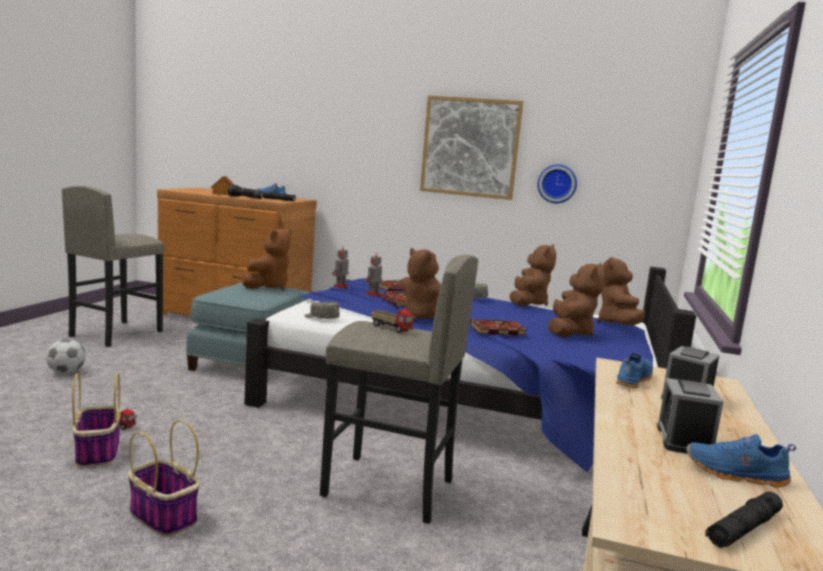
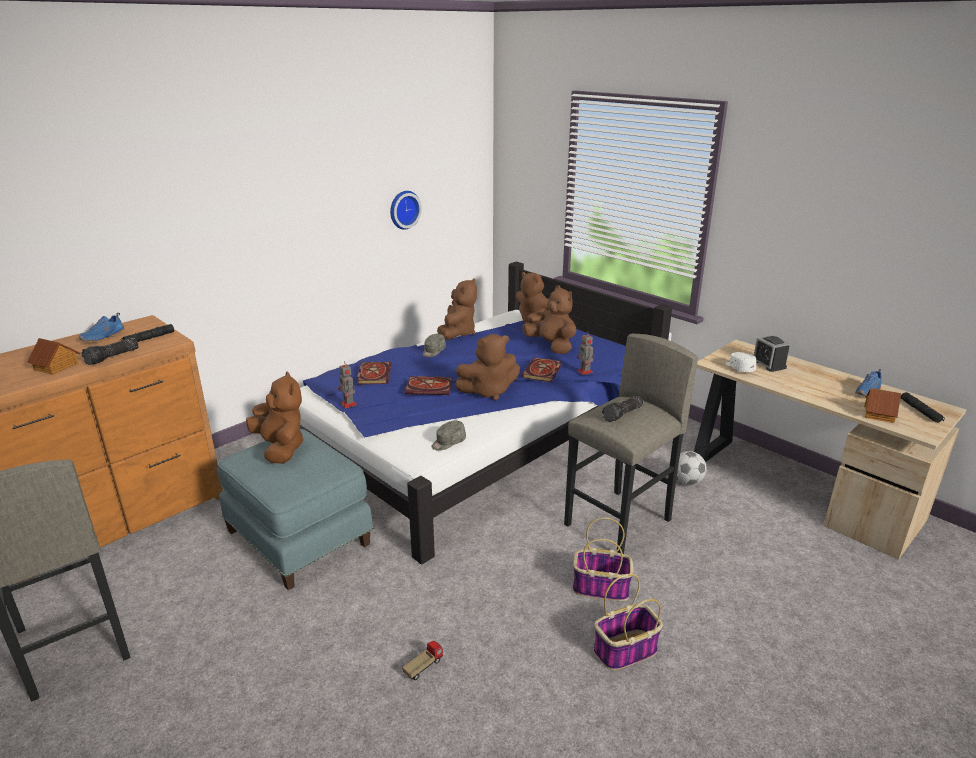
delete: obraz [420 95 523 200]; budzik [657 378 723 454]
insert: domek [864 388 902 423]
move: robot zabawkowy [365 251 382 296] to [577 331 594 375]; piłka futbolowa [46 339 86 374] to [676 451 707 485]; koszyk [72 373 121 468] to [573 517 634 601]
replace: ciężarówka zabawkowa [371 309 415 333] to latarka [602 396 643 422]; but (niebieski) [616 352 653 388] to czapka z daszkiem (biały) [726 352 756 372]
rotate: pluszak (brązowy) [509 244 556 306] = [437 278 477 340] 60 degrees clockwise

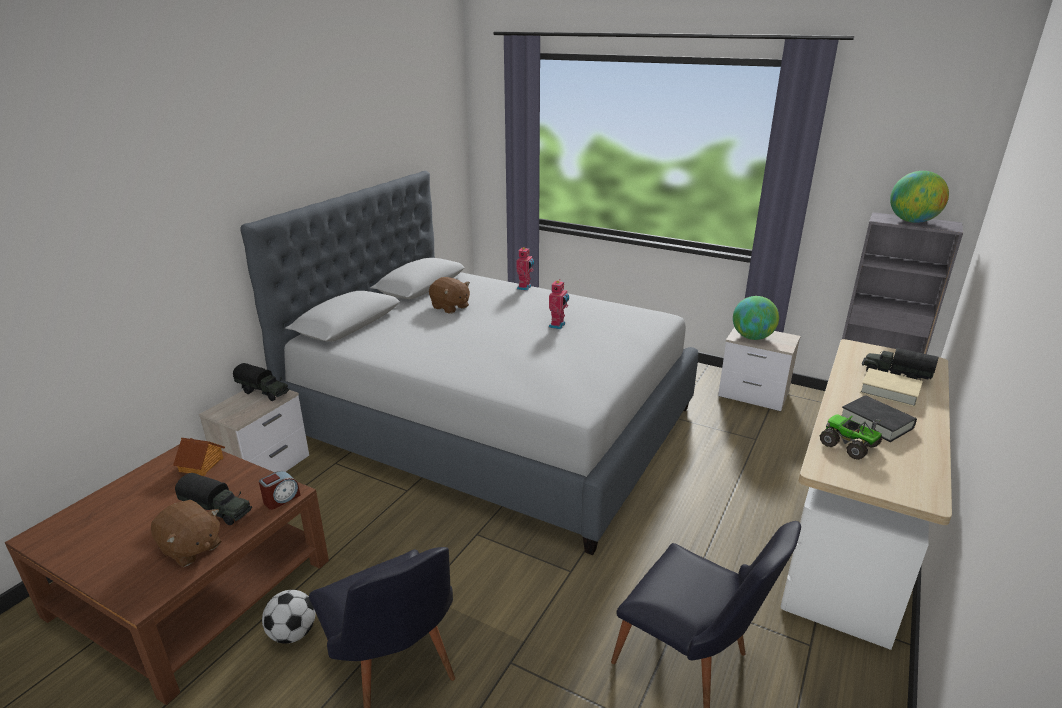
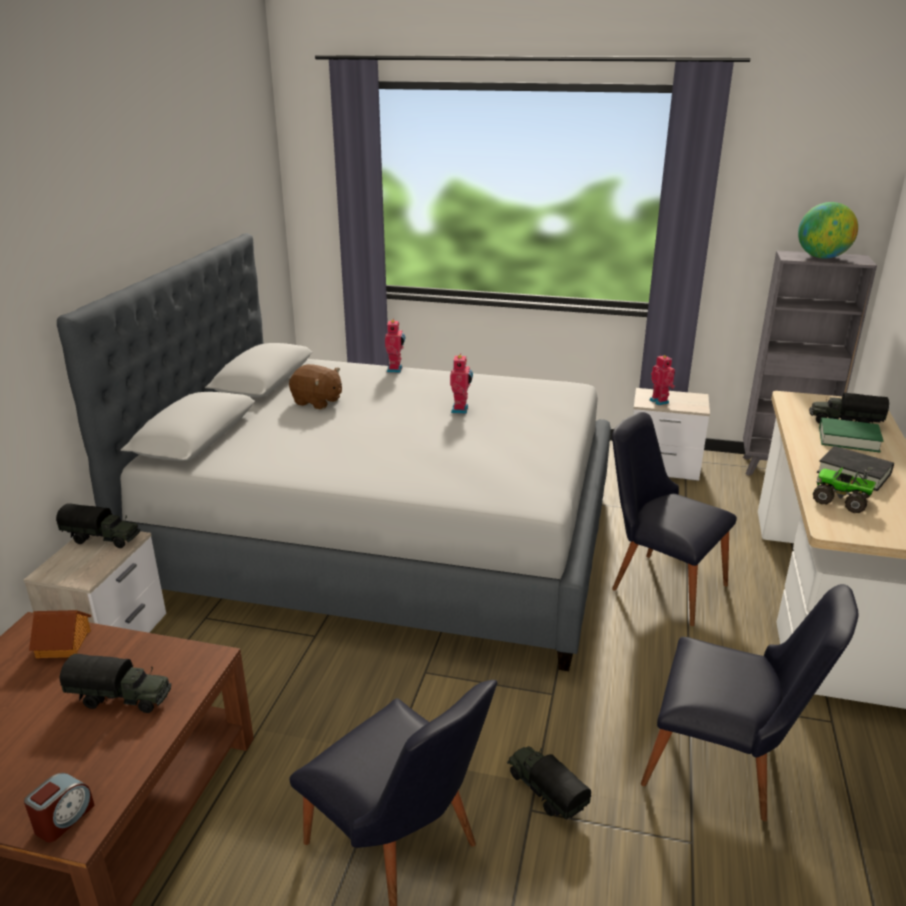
delete: pluszak (brązowy) [151 500 221 567]; piłka futbolowa [262 590 315 644]
insert: krzesło (czarny) [612 412 737 626]; ciężarówka zabawkowa [507 746 591 819]
move: budzik [259 471 300 510] to [24 773 95 842]
replace: globus [733 296 779 340] to robot zabawkowy [649 354 675 406]
recolor: książka (beżowy) [860 368 923 407] to książka (zielony) [819 417 883 453]

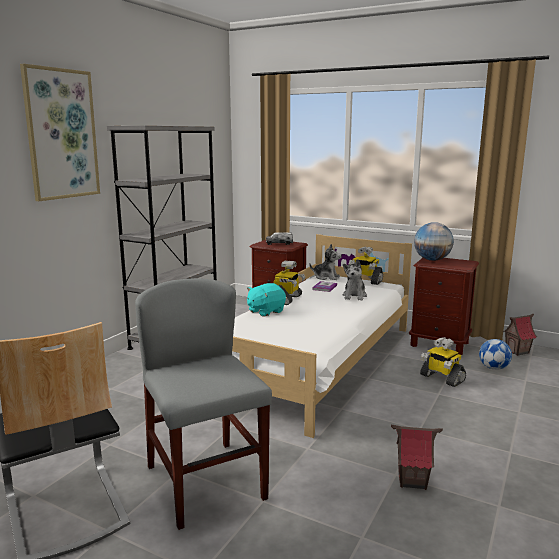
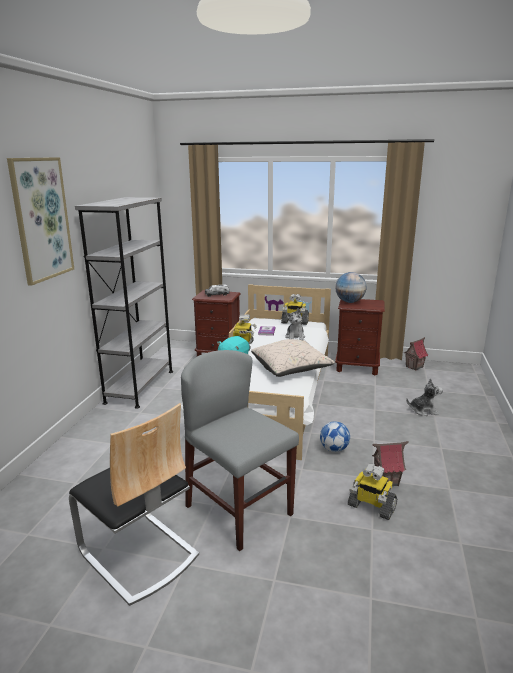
insert: poduszka (beżowy) [251 339 335 377]
move: pluszak [309 244 342 280] to [406 378 443 416]; robot zabawkowy [420 337 466 387] to [348 464 397 520]; piłka futbolowa [479 339 512 370] to [320 421 350 452]

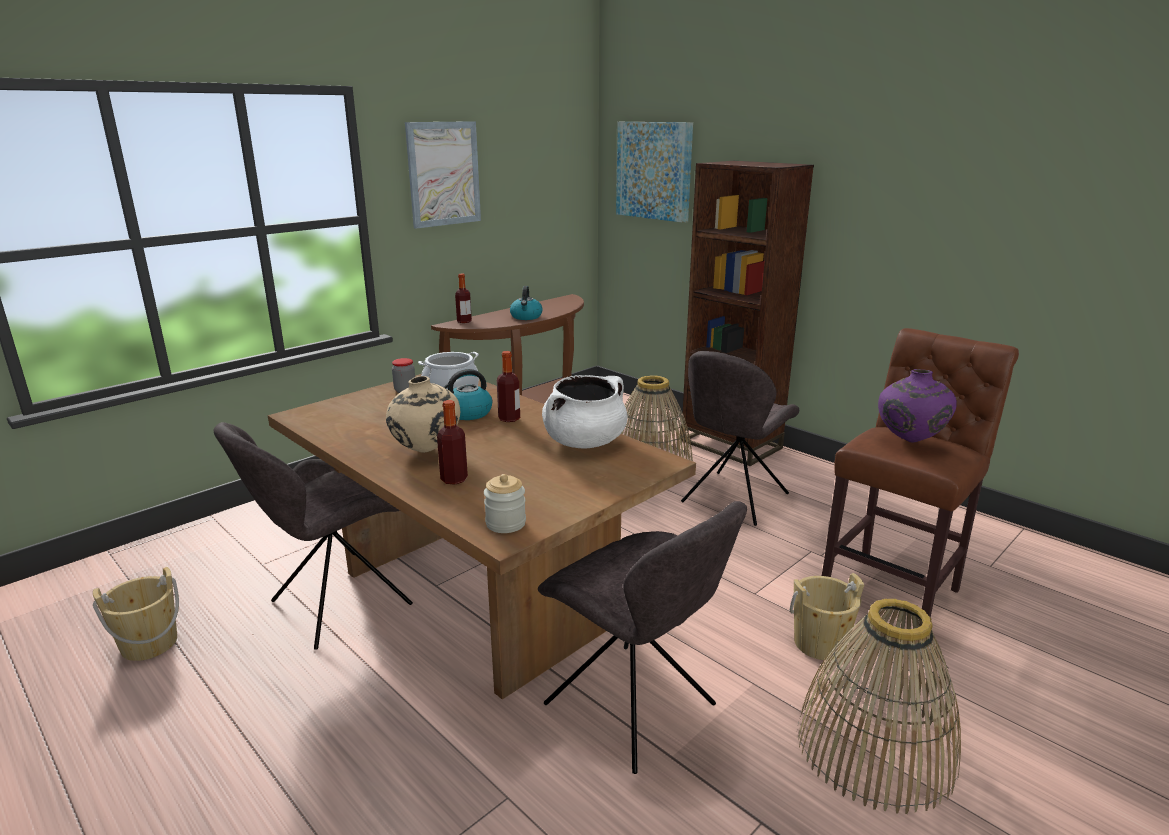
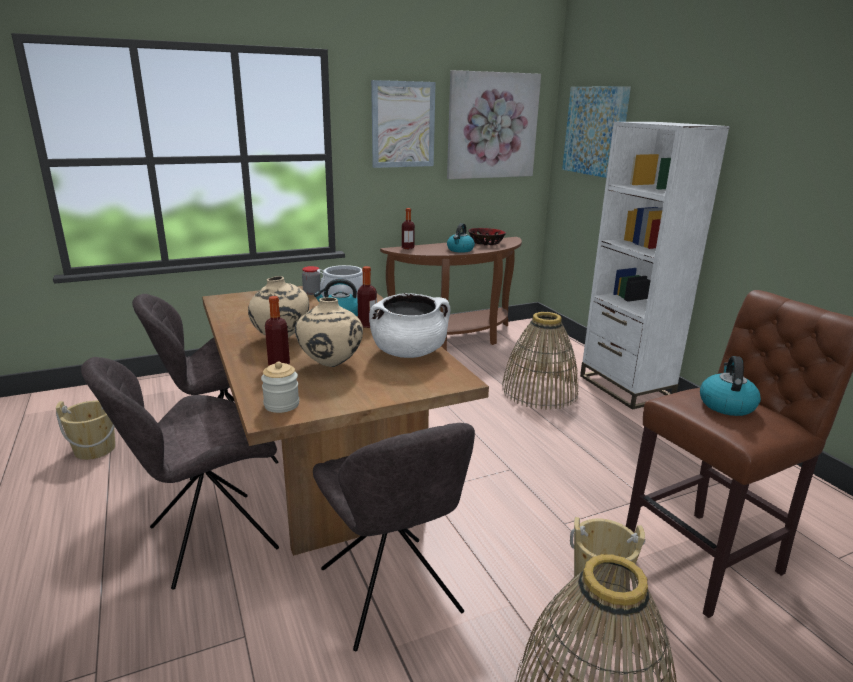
insert: obraz [447 70 541 179]; miska [468 228 506 245]; wazon (beżowy) [295 297 363 367]
move: krzesło (szary) [681 351 799 526] to [81 357 279 589]
replace: wazon (fioletowy) [878 369 957 443] to czajnik [700 356 761 416]
recolor: regał (brązowy) [681 161 814 466] to regał (biały) [580 122 730 410]

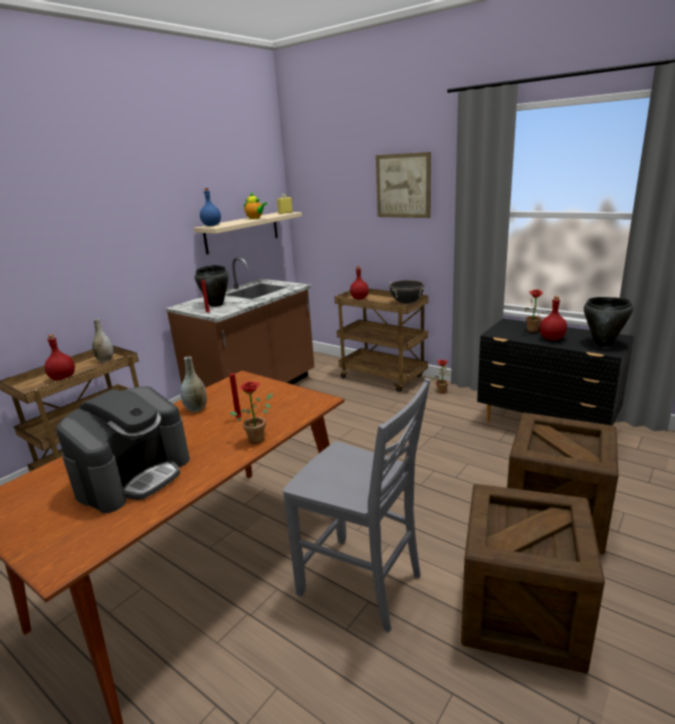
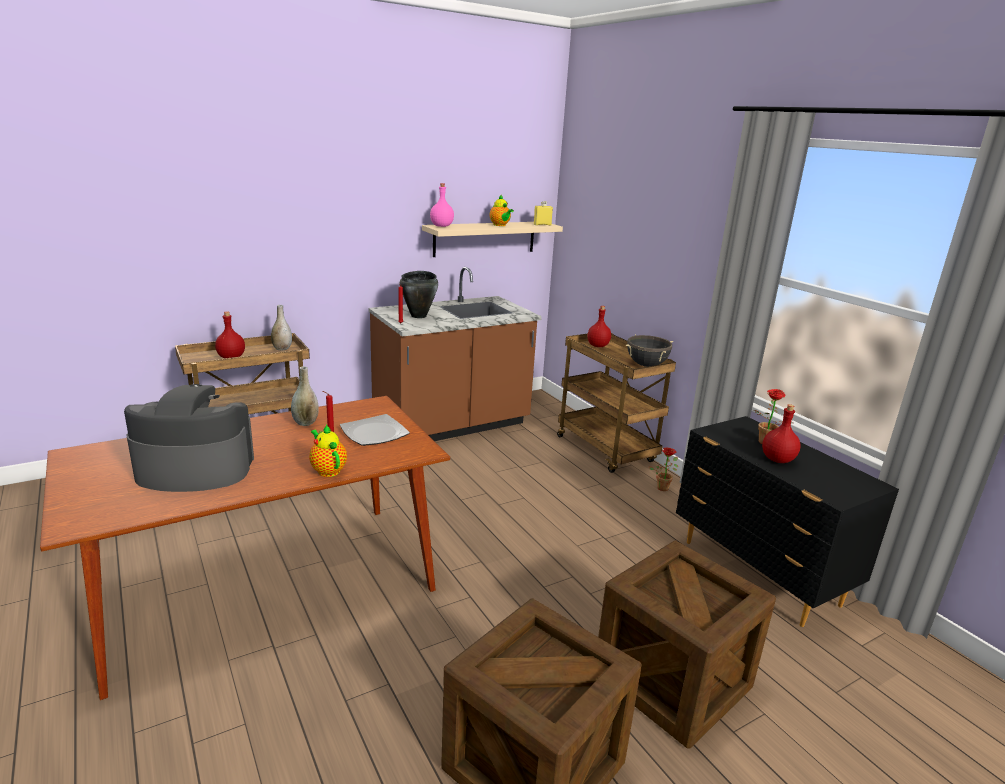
delete: obraz [376 152 431 218]; garnek (czarny) [584 297 633 347]; krzesło (szary) [283 378 431 632]
insert: talerz [340 414 410 446]
replace: roślina doniczkowa [229 381 273 444] to imbryk [309 424 347 477]
recolor: butelka (niebieski) [200 188 221 226] to butelka (różowy) [430 183 454 227]
rotate: ekspres do kawy [56 386 190 513] = [124 384 254 492] 150 degrees counterclockwise

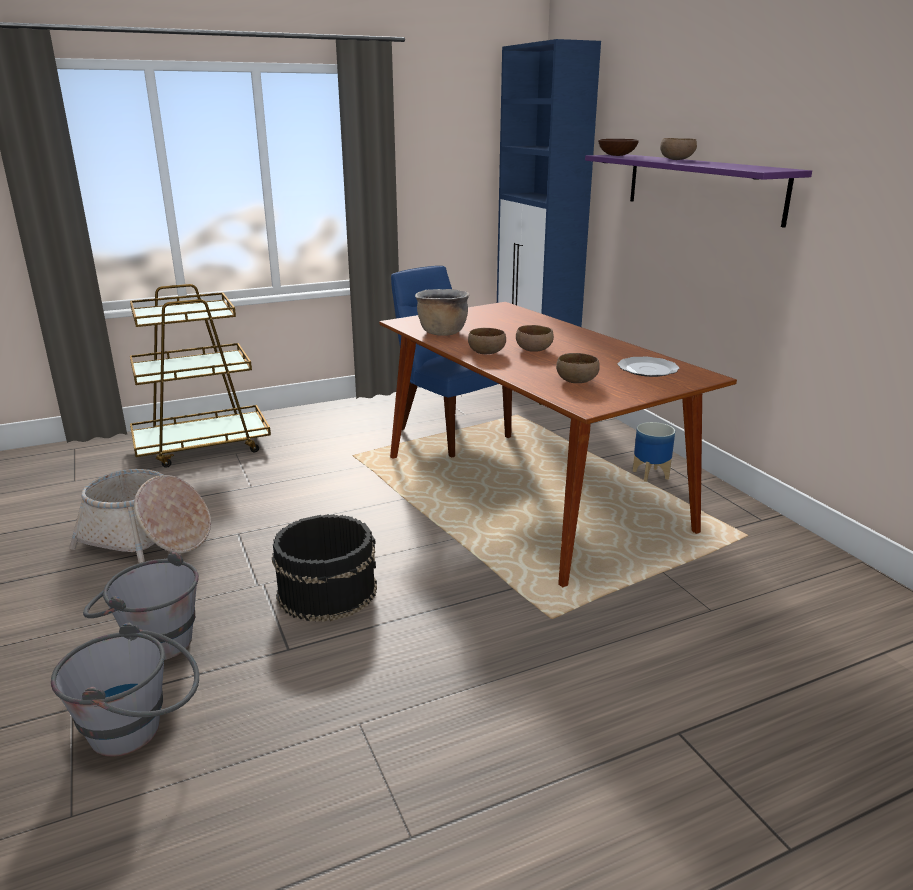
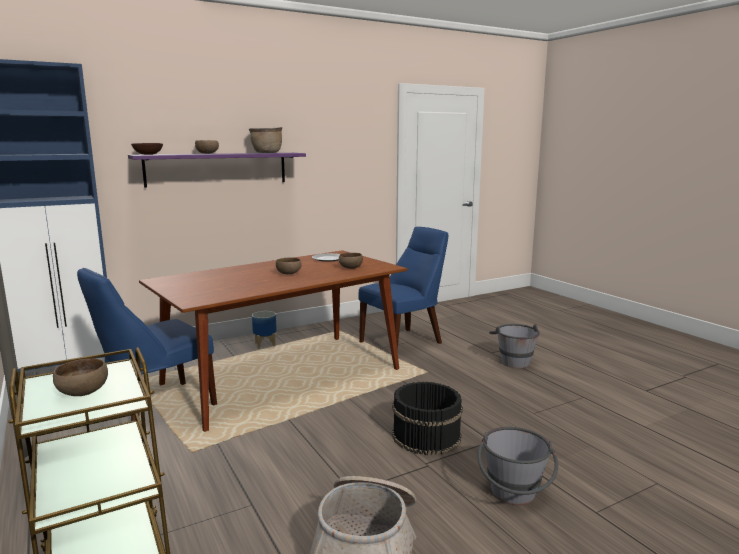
insert: krzesło (niebieski) [358 227 448 350]
move: garnek (brązowy) [415 289 469 336] to [248 127 283 153]; miska (brązowy) [468 328 506 354] to [53 358 108 396]; wiadro (szary) [51 623 199 756] to [489 324 540 368]

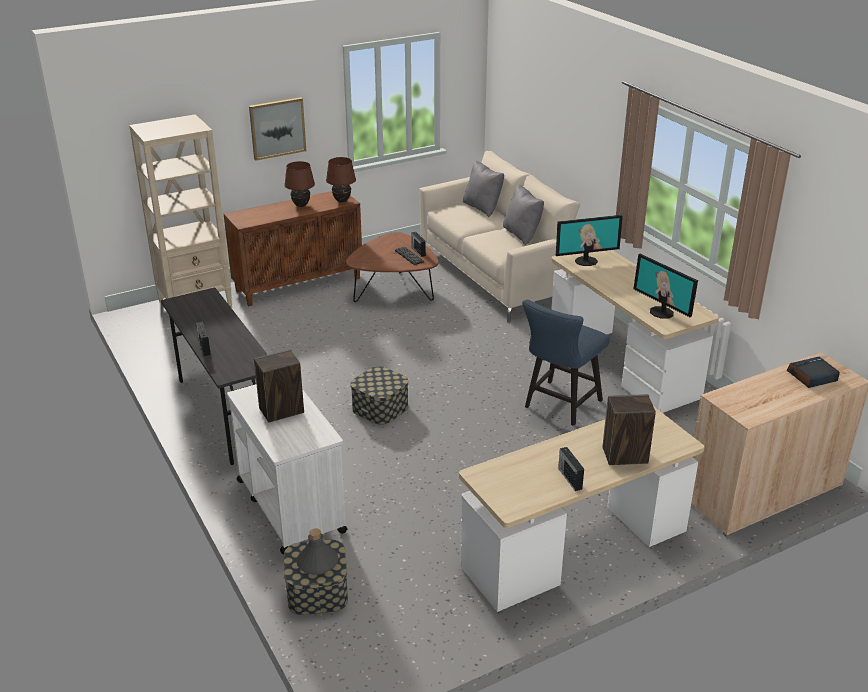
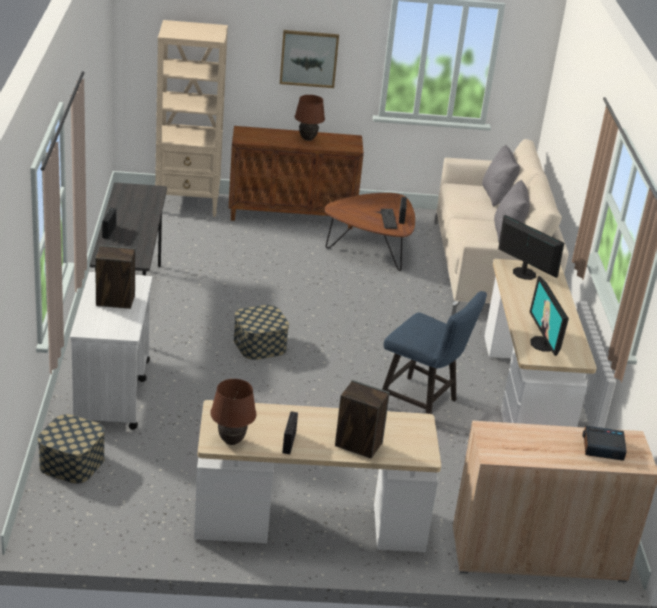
delete: butelka (szary) [296 528 338 575]
move: lampa stołowa (brązowy) [326 157 356 202] to [210 379 256 445]
rotate: monitor [556 215 623 266] = [498 215 564 280] 150 degrees counterclockwise; krzesło (niebieski) [522 299 610 426] = [382 291 487 414] 120 degrees counterclockwise

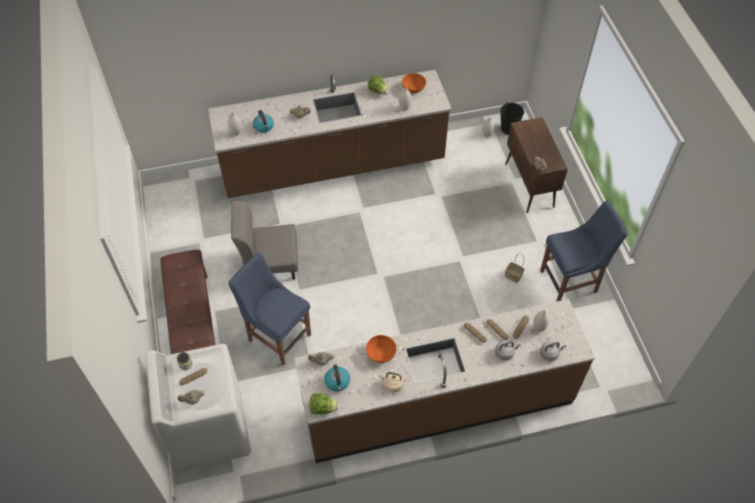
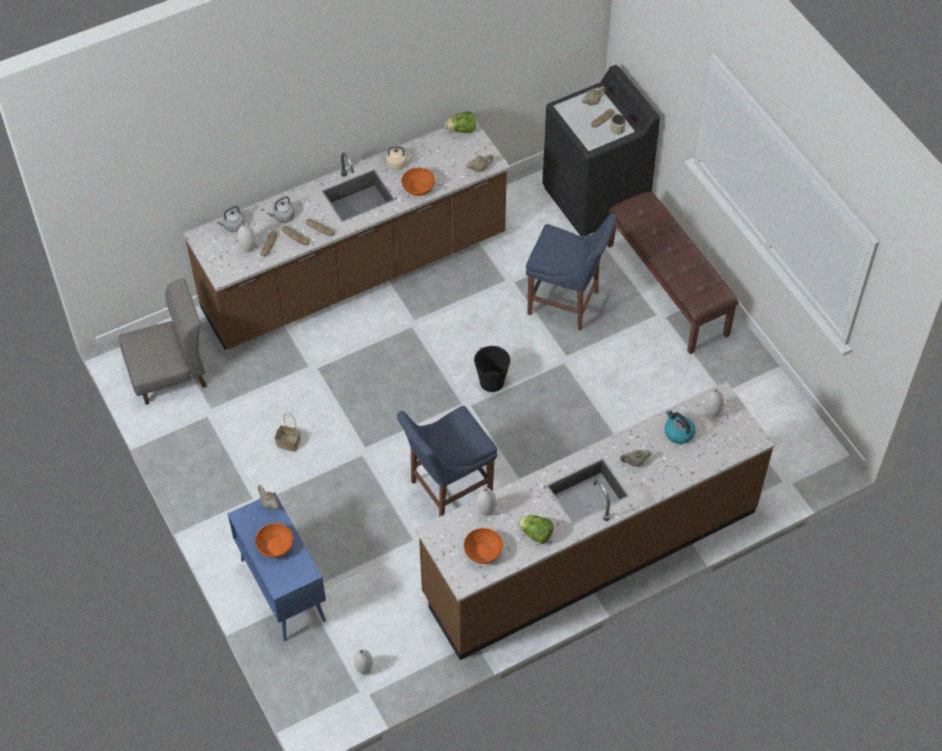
delete: czajnik [324 365 350 392]
insert: miska (pomarańczowy) [255 523 293 558]
move: wiadro (czarny) [500 102 524 135] to [474 346 510 392]; krzesło (szary) [231 201 298 280] to [118 278 207 405]; krzesło (niebieski) [540 201 628 302] to [397 406 497 517]
recolor: szafka (brązowy) [505 117 568 213] to szafka (niebieski) [228 492 326 641]; pralka (biały) [145 344 251 471] to pralka (czarny) [542 65 660 235]

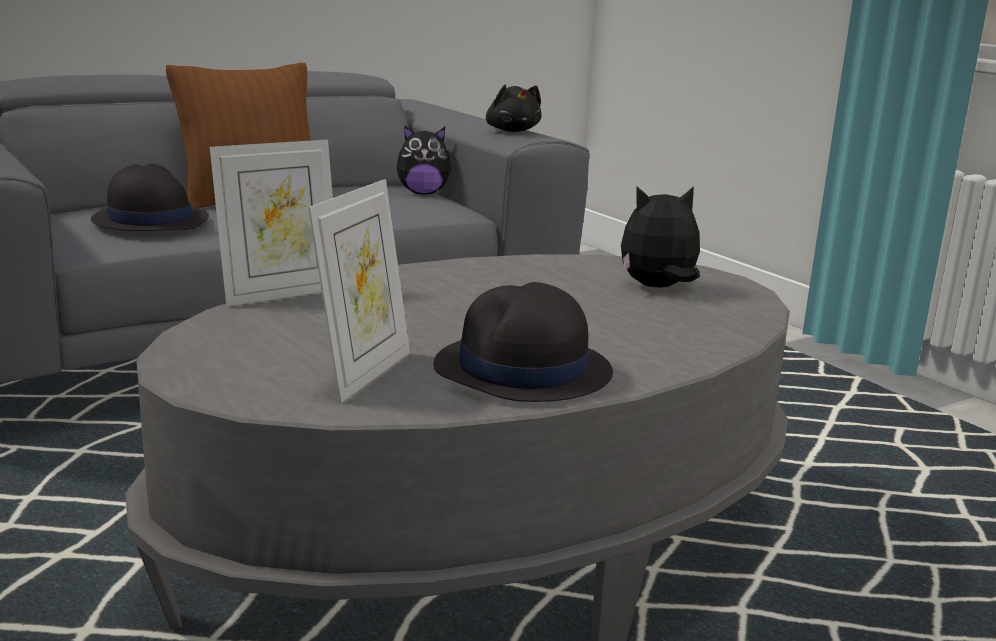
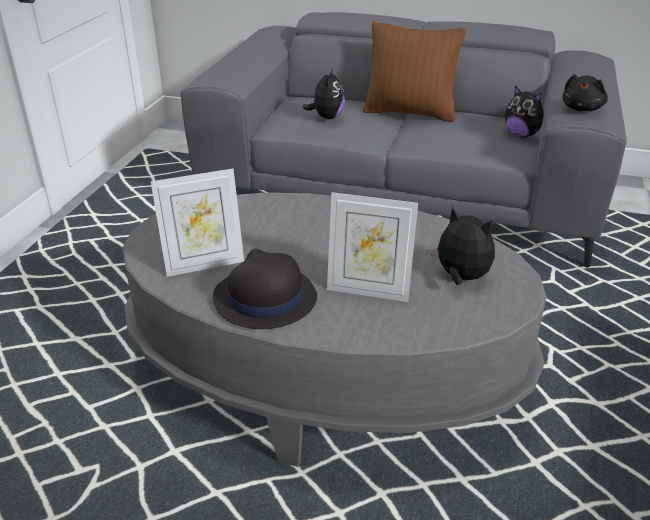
move: ramka na zdjęcie [210 140 333 306] to [327 192 418 302]
replace: kapelusz (czarny) [91 164 209 231] to pluszak [303 68 345 119]

